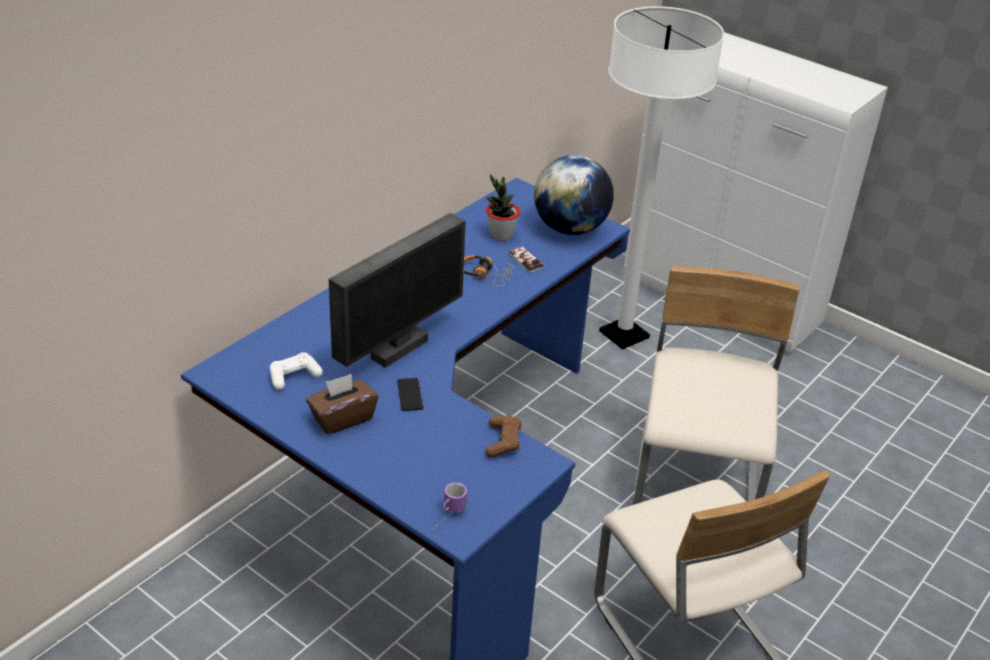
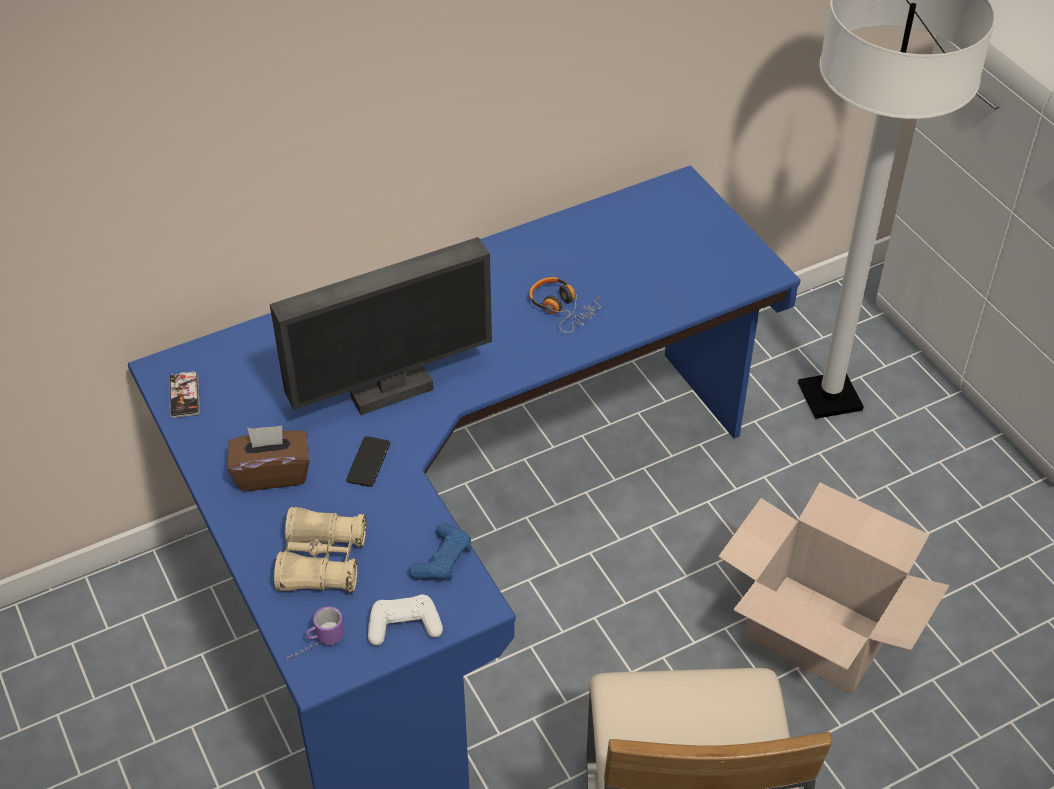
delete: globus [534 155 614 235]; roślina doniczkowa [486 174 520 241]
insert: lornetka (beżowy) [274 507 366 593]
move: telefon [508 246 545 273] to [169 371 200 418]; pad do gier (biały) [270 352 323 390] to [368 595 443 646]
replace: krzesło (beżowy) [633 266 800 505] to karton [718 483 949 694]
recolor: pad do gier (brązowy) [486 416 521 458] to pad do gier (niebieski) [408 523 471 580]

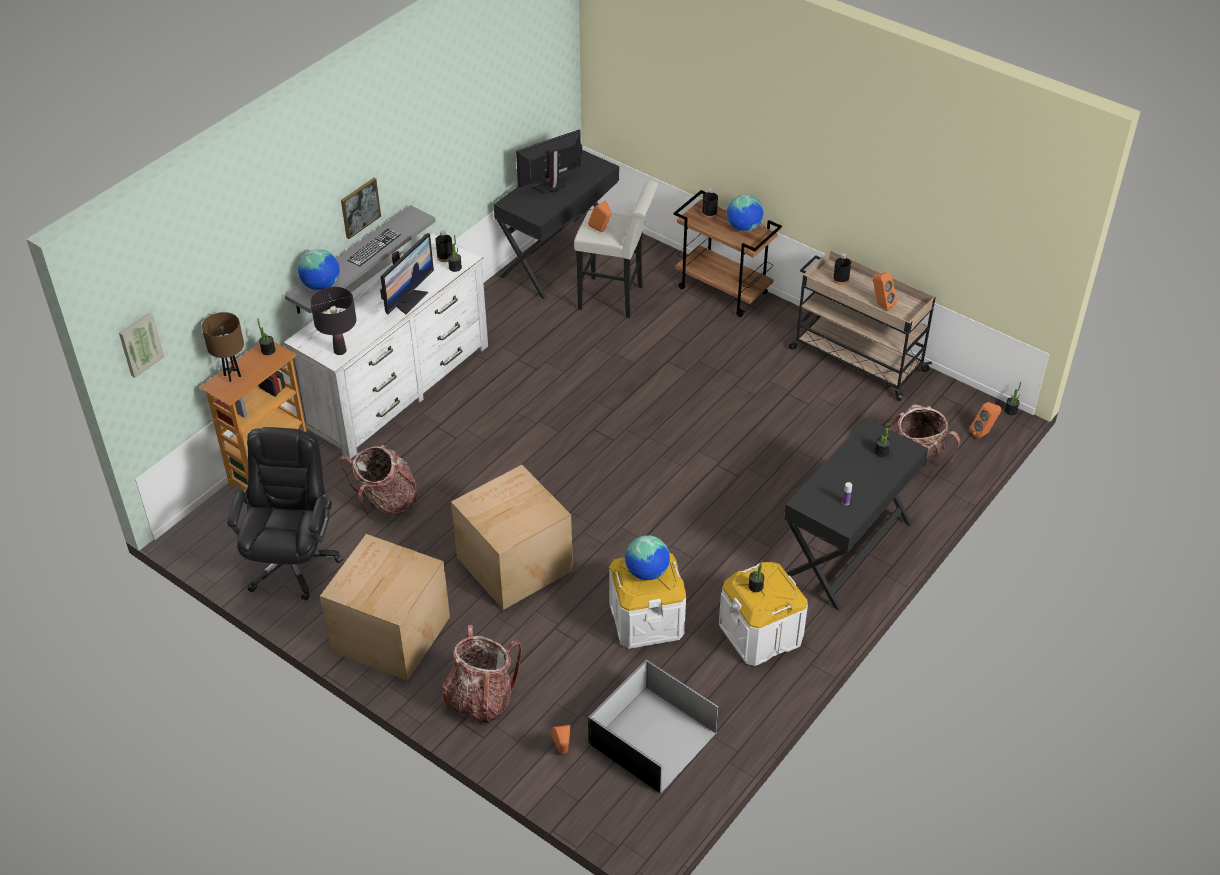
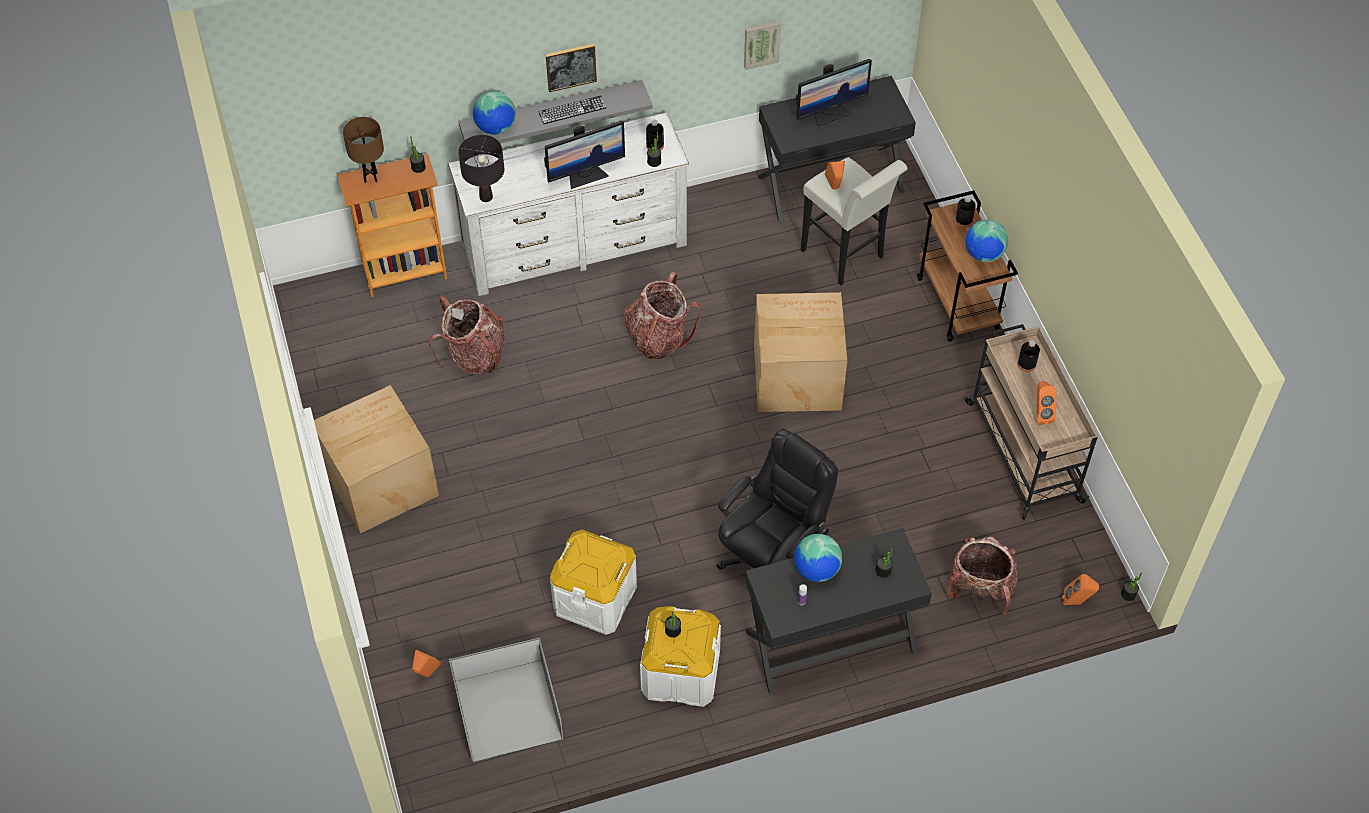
move: obraz [119 312 165 378] to [744 20 781 70]; krzesło biurowe (czarny) [227 427 343 601] to [716 429 838 570]; karton [451 465 573 610] to [754 292 848 412]; globus [625 535 670 580] to [794 534 842 582]; plecak [442 625 522 724] to [624 272 701 359]
rotate: monitor [516 129 582 194] = [795 59 872 126] 150 degrees clockwise

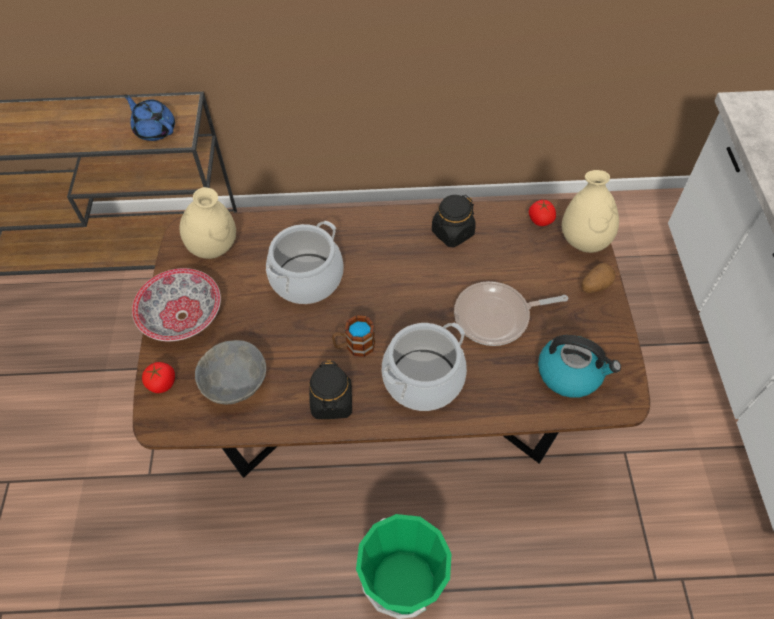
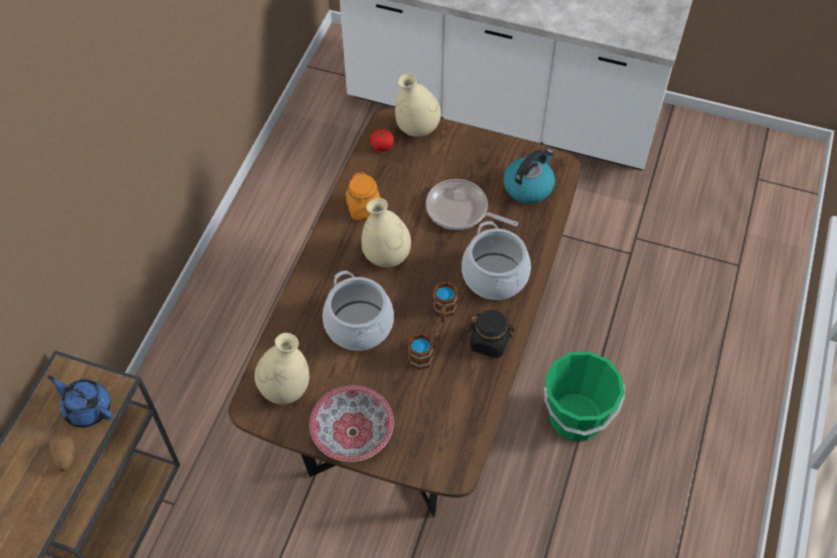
delete: miska (szary) [195 340 266 404]; pomidor [142 362 175 393]
insert: wazon (beżowy) [361 198 411 267]; kubek [408 332 440 370]
move: ziemniak [581 263 616 293] to [49 435 75 472]
recolor: słoik (czarny) [432 195 476 248] to słoik (pomarańczowy) [346 172 380 220]
rotate: imbryk (niebieski) [124 94 175 141] = [48 375 113 428] 60 degrees clockwise; patelnia [454 281 568 346] = [426 179 518 230] 105 degrees clockwise

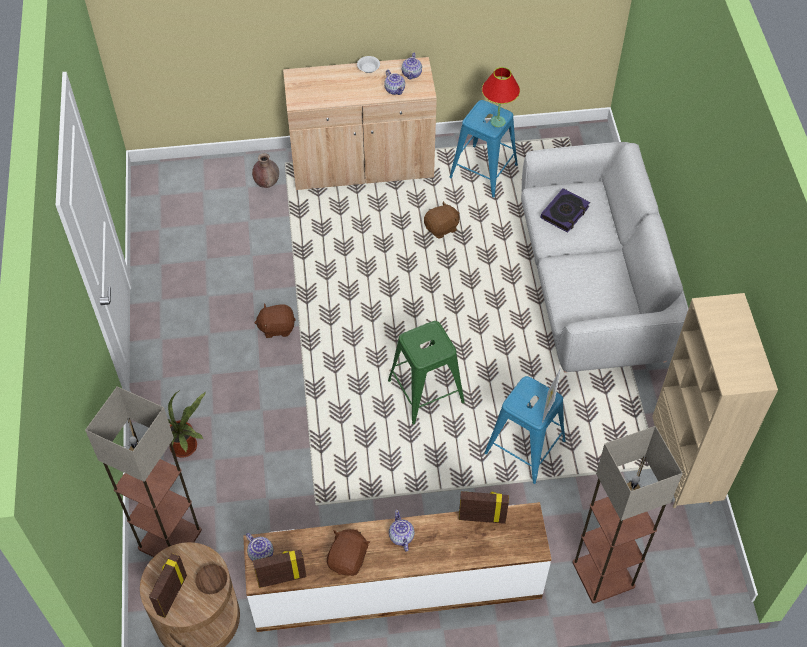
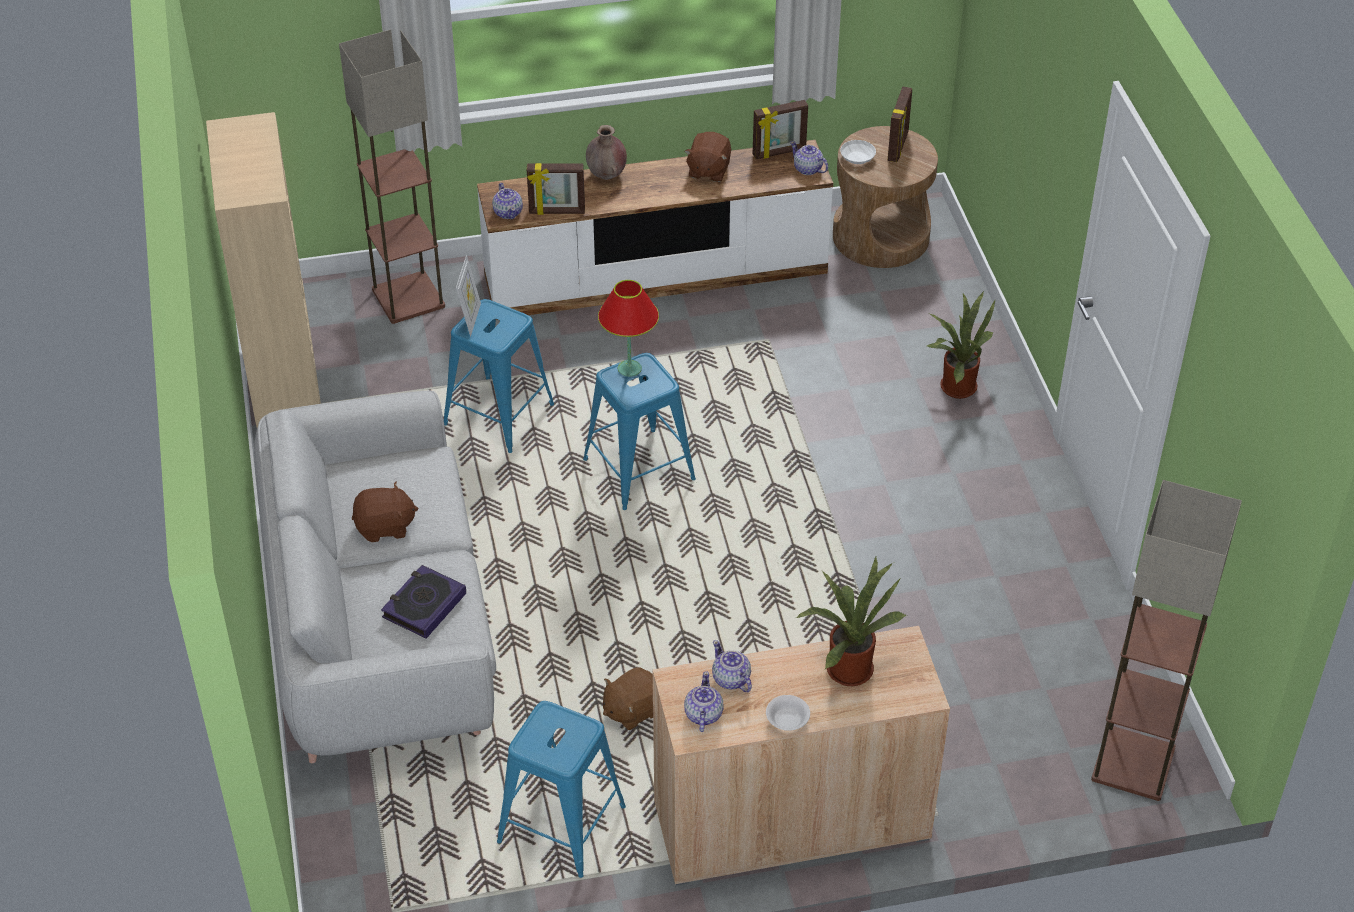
insert: roślina doniczkowa [796 555 907 686]
move: lampa stołowa (czerwony) [482 67 520 127] to [598 280 659 377]; wazon (brązowy) [252 153 279 188] to [586 125 627 180]; pluszak (brązowy) [254 304 296 338] to [352 482 419 542]; lampa stojąca [85 386 202 557] to [1091 480 1242 801]; imbryk [389 510 415 552] to [492 183 523 219]
recolor: stołek (zielony) [388 321 465 424] to stołek (niebieski) [583 353 696 510]; miska (brązowy) [195 564 227 594] to miska (biały) [840 140 876 164]

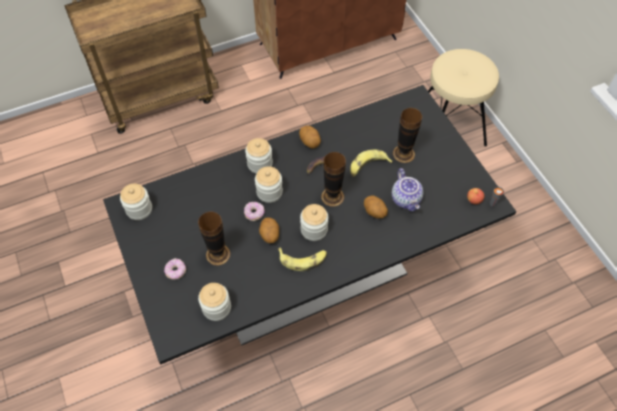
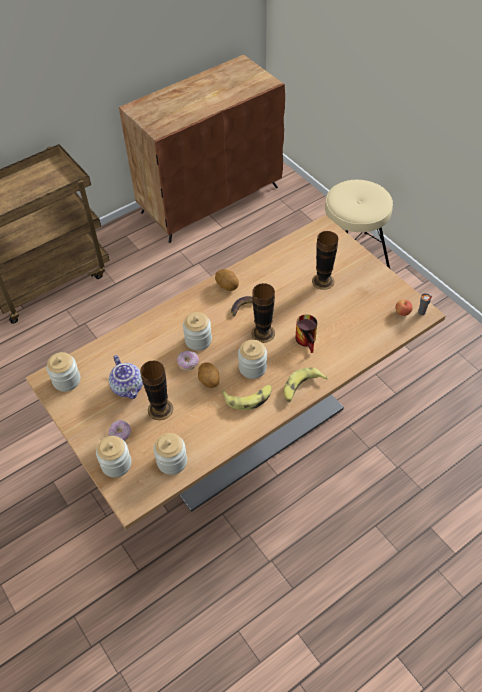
move: słoik [245 138 273 174] to [96 436 131 478]; banan [350 149 393 177] to [284 367 328 403]; imbryk [392 168 424 212] to [109 355 143 399]
replace: ziemniak [364 195 388 219] to kubek [295 314 317 353]
recolor: stół jadalny (czarny) [103 85 516 365] to stół jadalny (beżowy) [26 215 446 530]

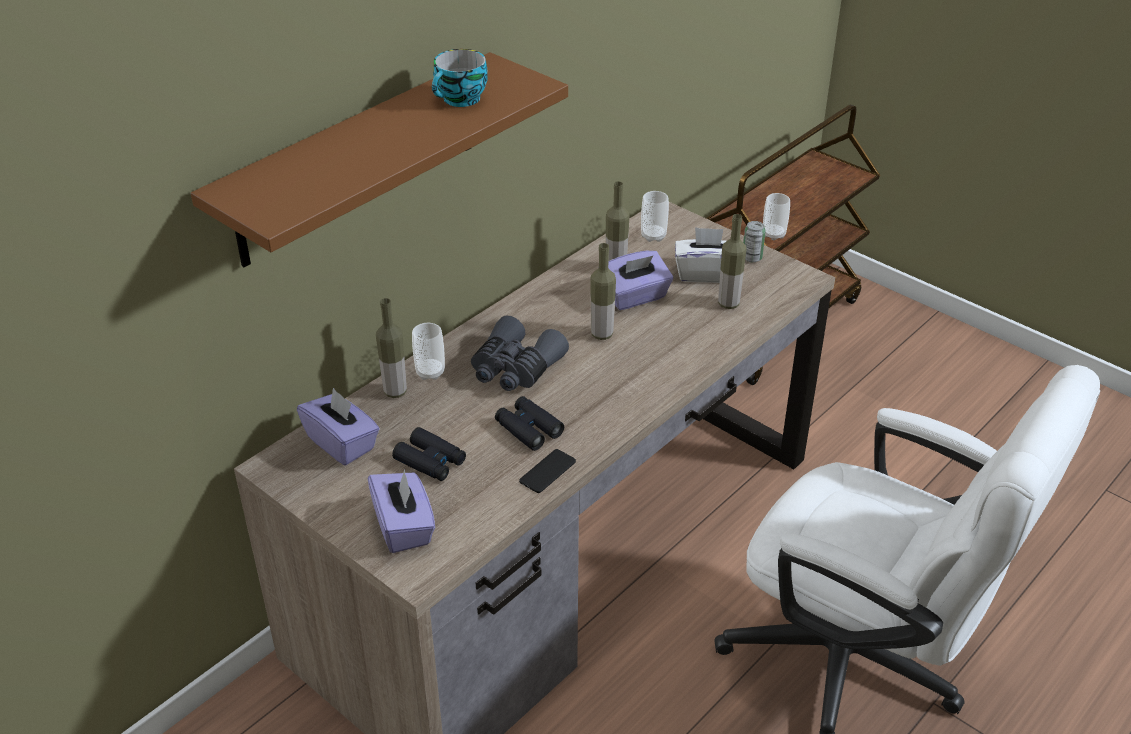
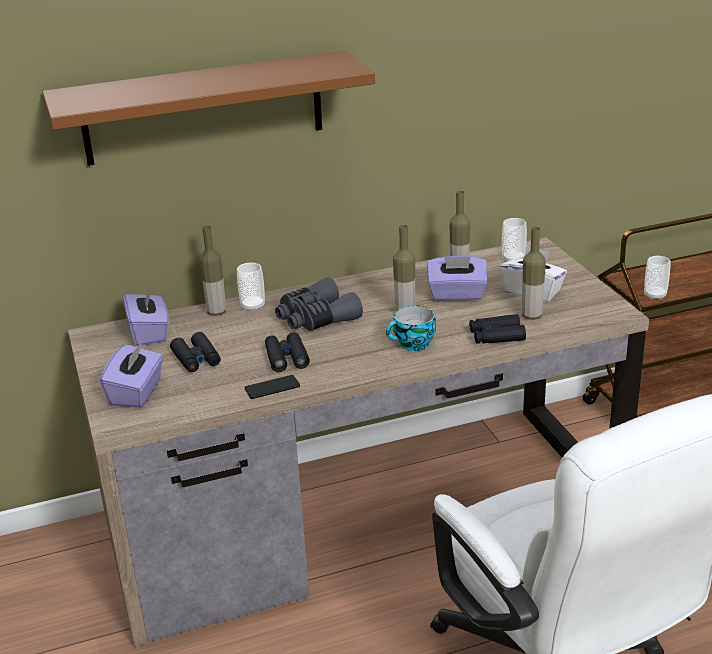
delete: puszka [743 221 766 262]
insert: lornetka (czarny) [469 314 526 344]
move: filiżanka [432 49 488 107] to [386 305 436 351]

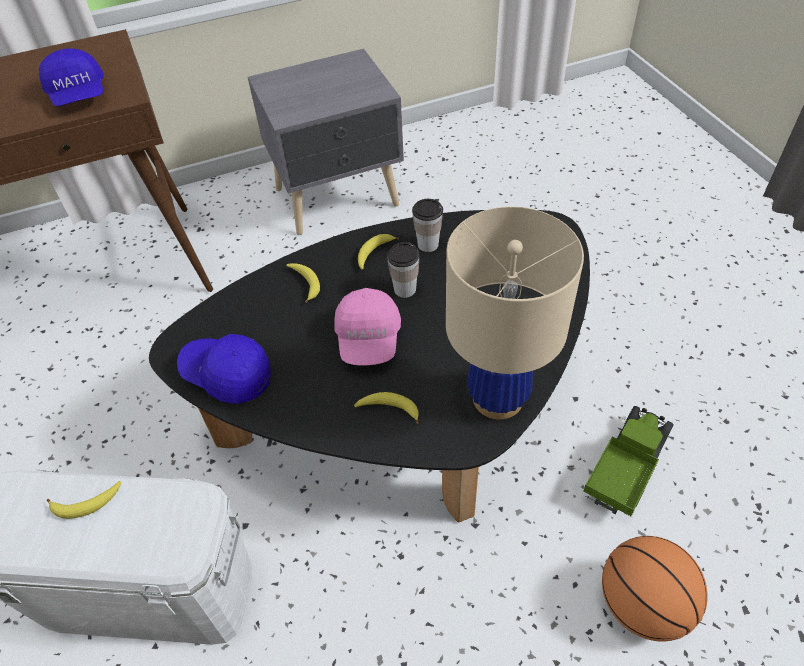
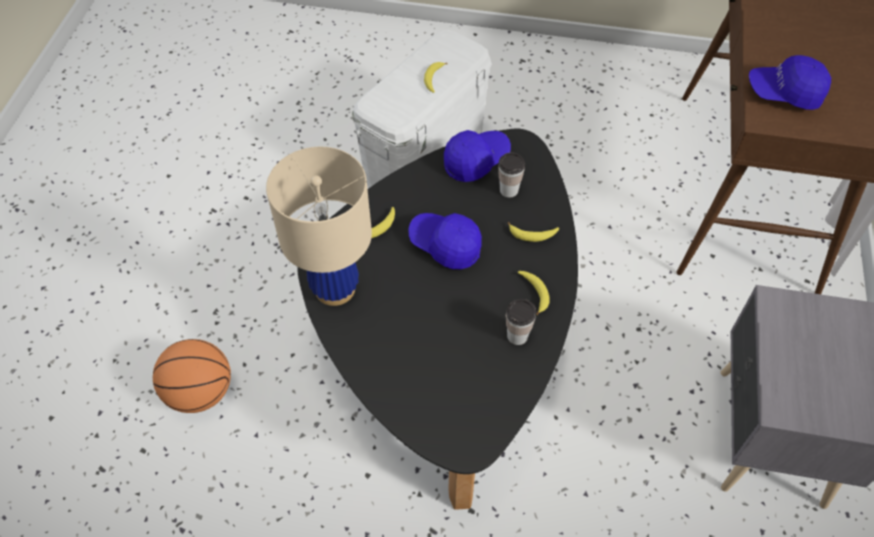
delete: ciężarówka zabawkowa [583 406 674 516]
move: filiżanka [387 242 419 298] to [498 152 525 198]
recolor: czapka z daszkiem (różowy) [334 288 401 366] to czapka z daszkiem (niebieski) [408 213 482 269]

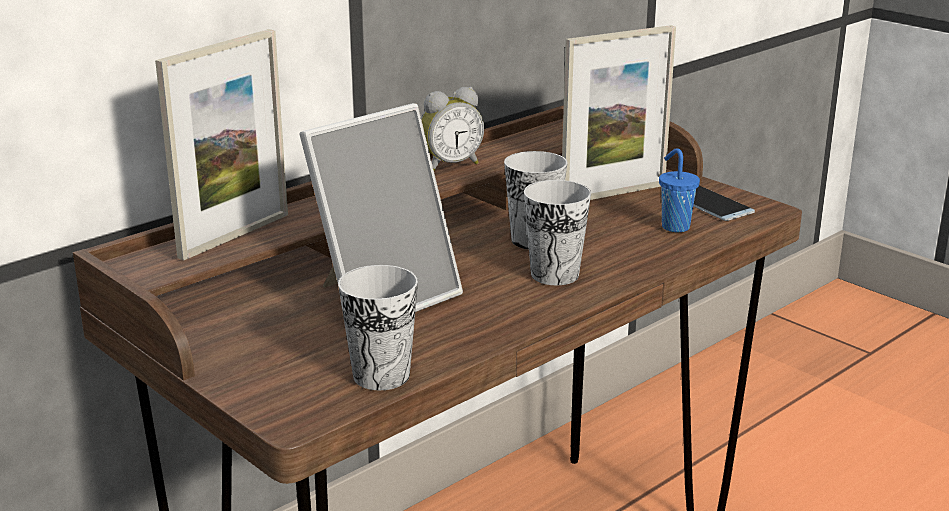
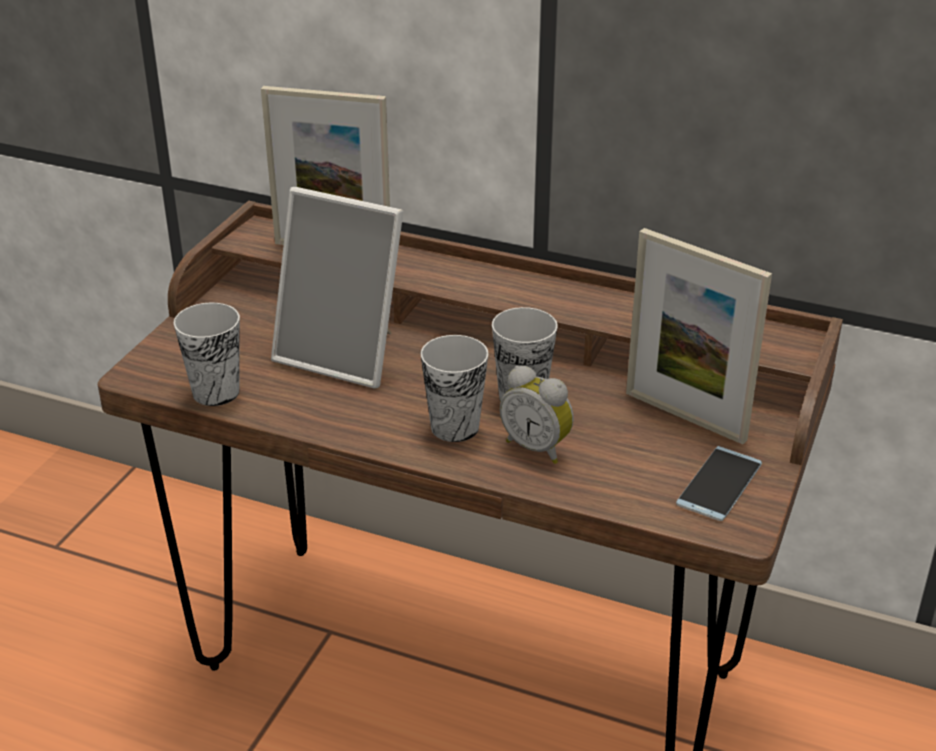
delete: filiżanka (niebieski) [659 148 700 232]
move: budzik [421 87 484 170] to [500 366 574 464]

